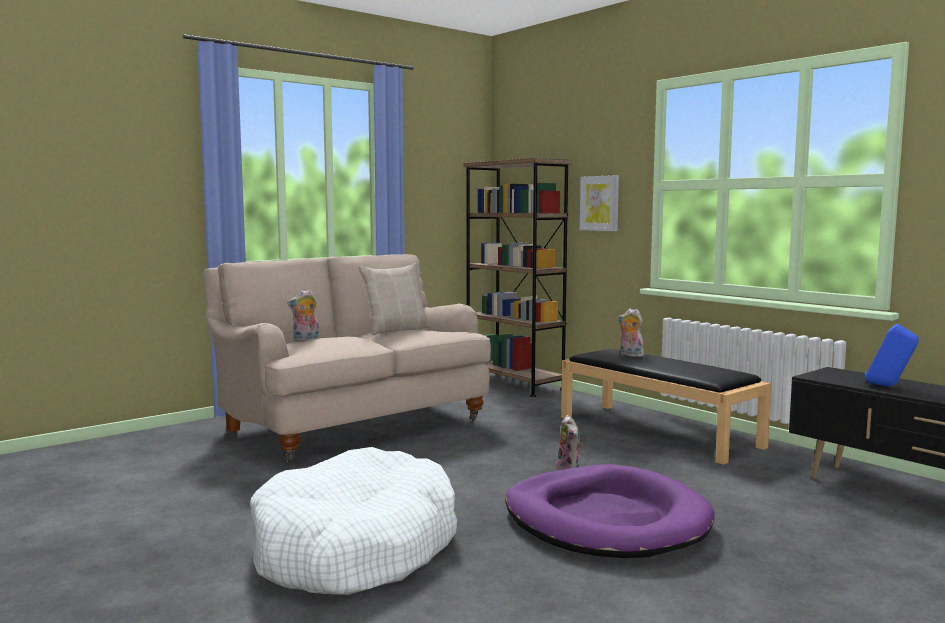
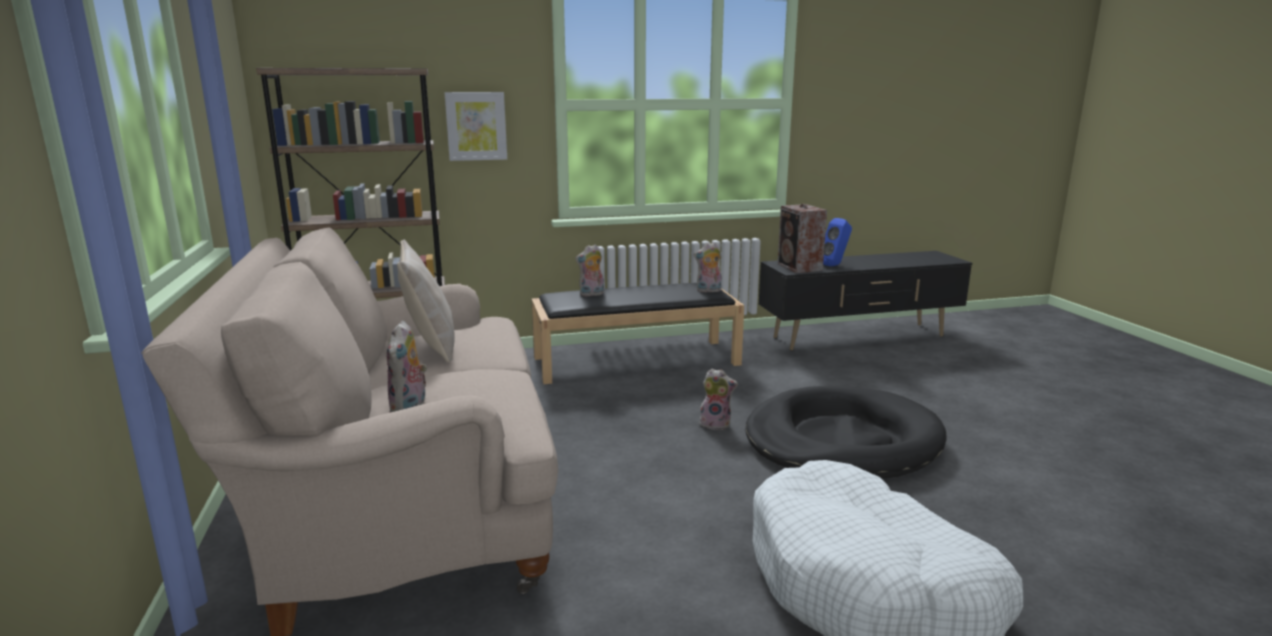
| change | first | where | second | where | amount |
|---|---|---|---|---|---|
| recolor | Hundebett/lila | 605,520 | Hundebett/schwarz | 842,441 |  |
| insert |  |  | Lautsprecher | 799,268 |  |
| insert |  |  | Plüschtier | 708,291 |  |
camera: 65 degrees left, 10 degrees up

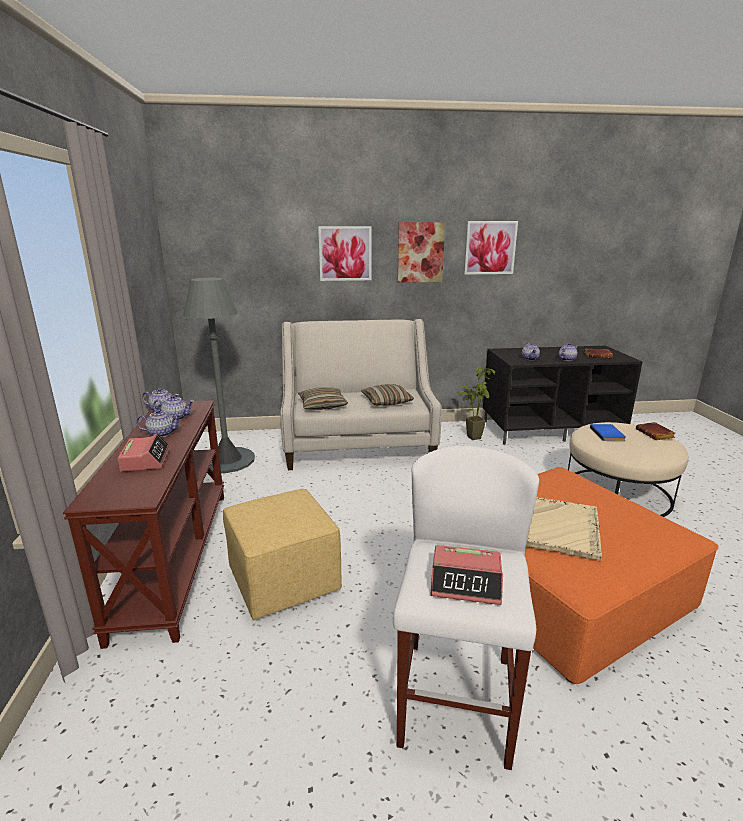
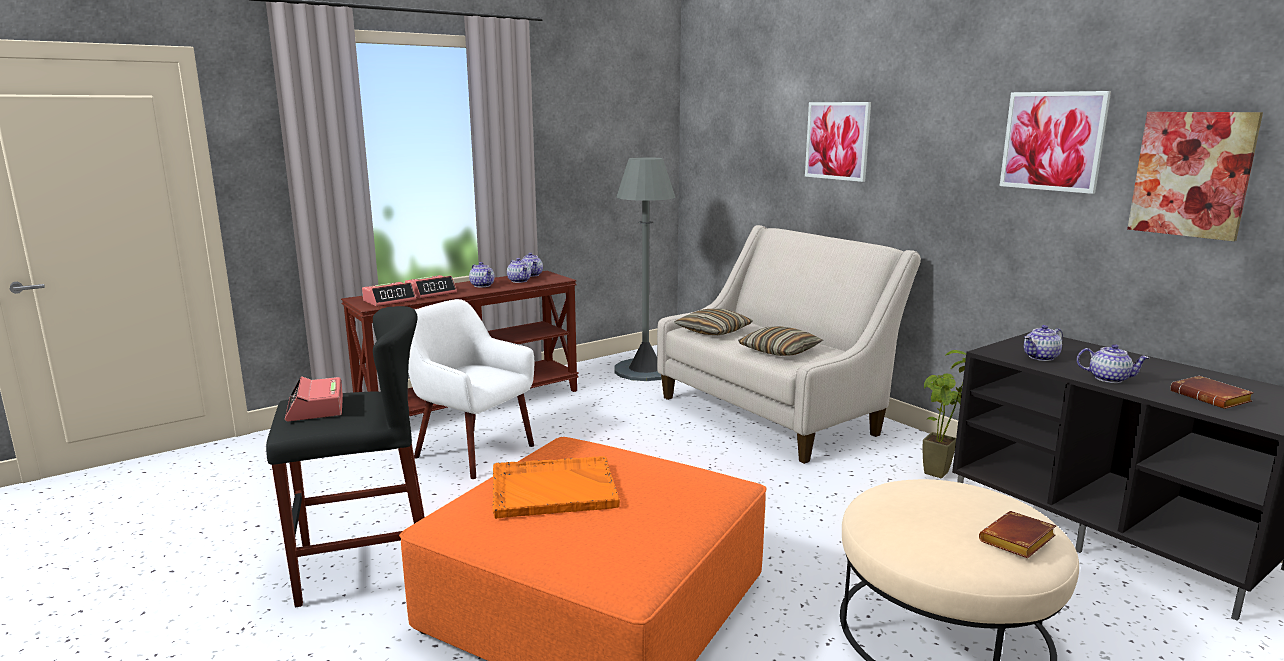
| change | first | where | second | where | amount |
|---|---|---|---|---|---|
| move | Bild | 420,252 |  | 1191,174 |  |
| delete | Buch/blau | 608,434 |  |  |  |
| recolor | Hocker/weiß | 456,700 | Hocker/schwarz | 365,565 |  |
| replace | Polsterhocker/gelb | 282,582 | Sessel/weiß | 472,451 |  |
| recolor | Tablett/beige | 558,528 | Tablett/orange | 552,489 |  |
| insert |  |  | Wecker | 389,300 |  |
camera: 60 degrees right, 5 degrees down

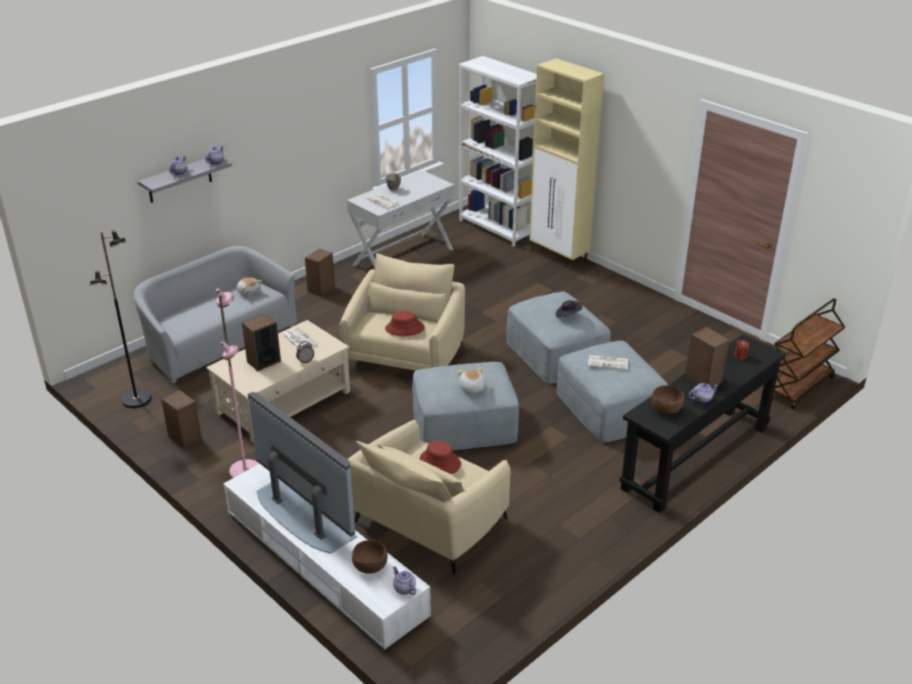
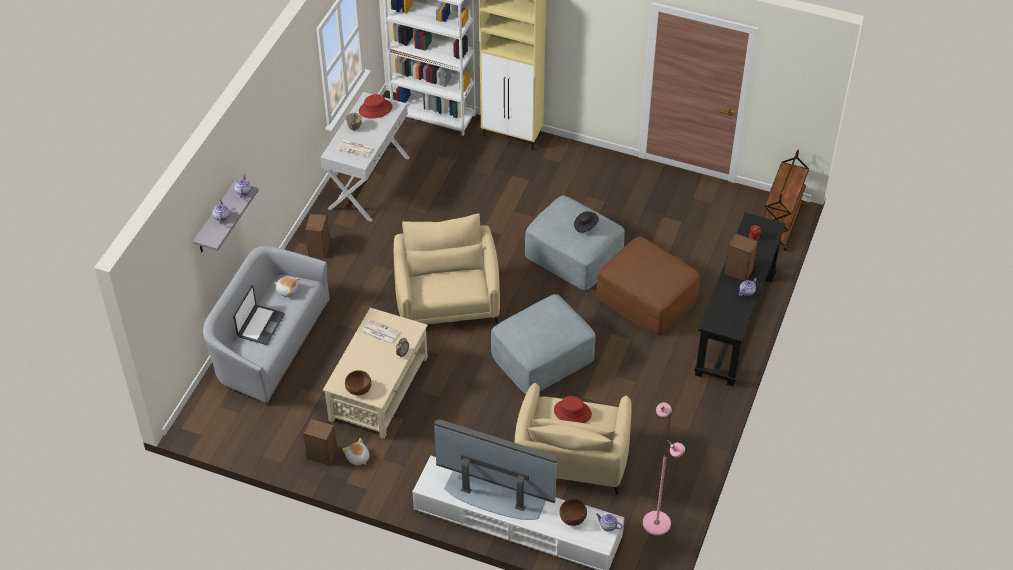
| change | first | where | second | where | amount |
|---|---|---|---|---|---|
| delete | Stehlampe/schwarz | 136,399 |  |  |  |
| move | Stehlampe/rosa | 246,471 |  | 657,523 |  |
| move | Hut/rot | 404,328 |  | 375,109 |  |
| delete | Lautsprecher | 263,361 |  |  |  |
| recolor | Polsterhocker/grau | 610,407 | Polsterhocker/braun | 647,298 |  |
| delete | Zeitung | 608,363 |  |  |  |
| move | Plüschtier | 471,388 |  | 357,458 |  |
| move | Schüssel/braun | 665,409 |  | 358,389 |  |
| insert |  |  | Laptop | 260,325 |  |
camera: 25 degrees left, 15 degrees up

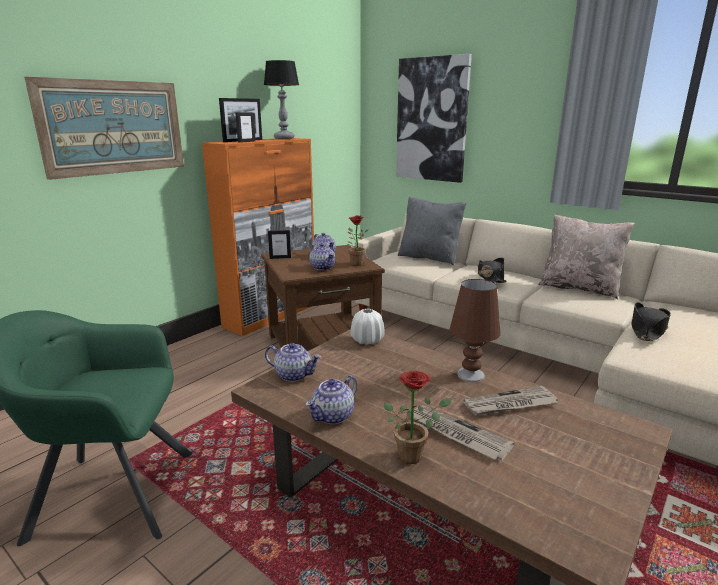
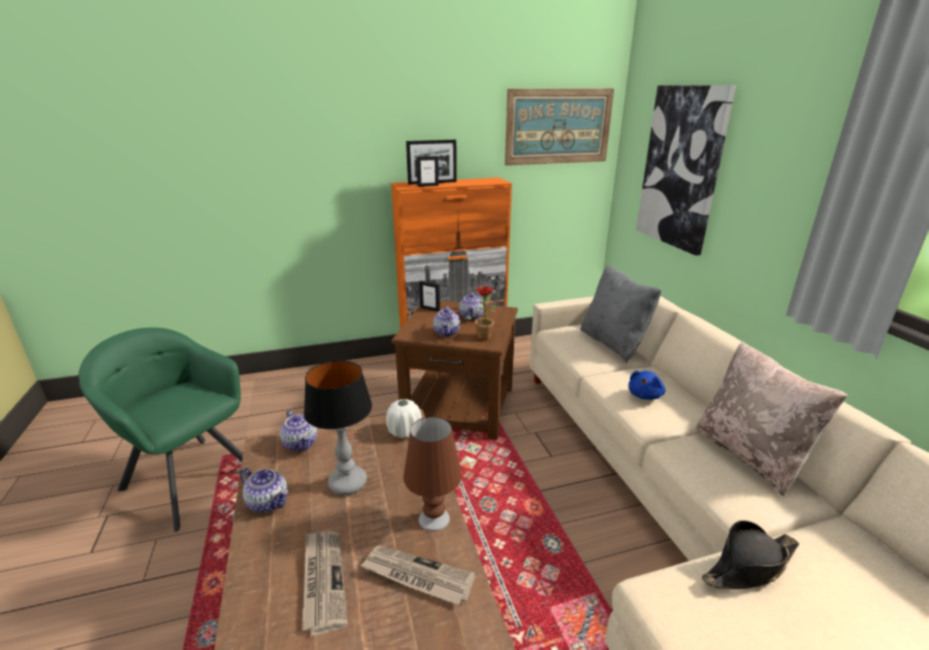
| change | first | where | second | where | amount |
|---|---|---|---|---|---|
| move | Tischlampe | 284,138 |  | 347,483 |  |
| move | Bild | 114,127 |  | 558,126 |  |
| replace | Hut/schwarz | 490,277 | Plüschtier/blau | 645,395 |  |
| delete | Topfpflanze | 414,454 |  |  |  |
| rotate | Teekanne | 333,416 |  | 268,502 | 135 degrees counterclockwise |
camera: 35 degrees right, 5 degrees up

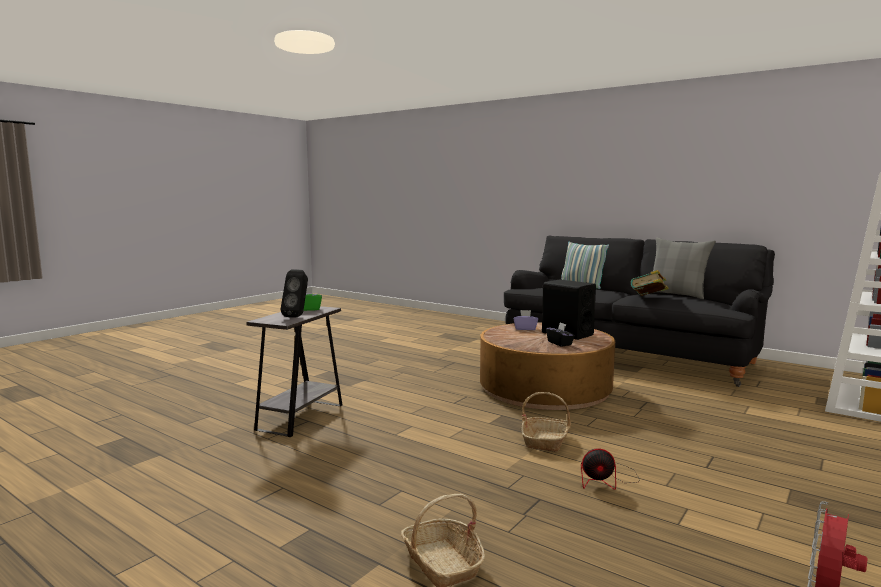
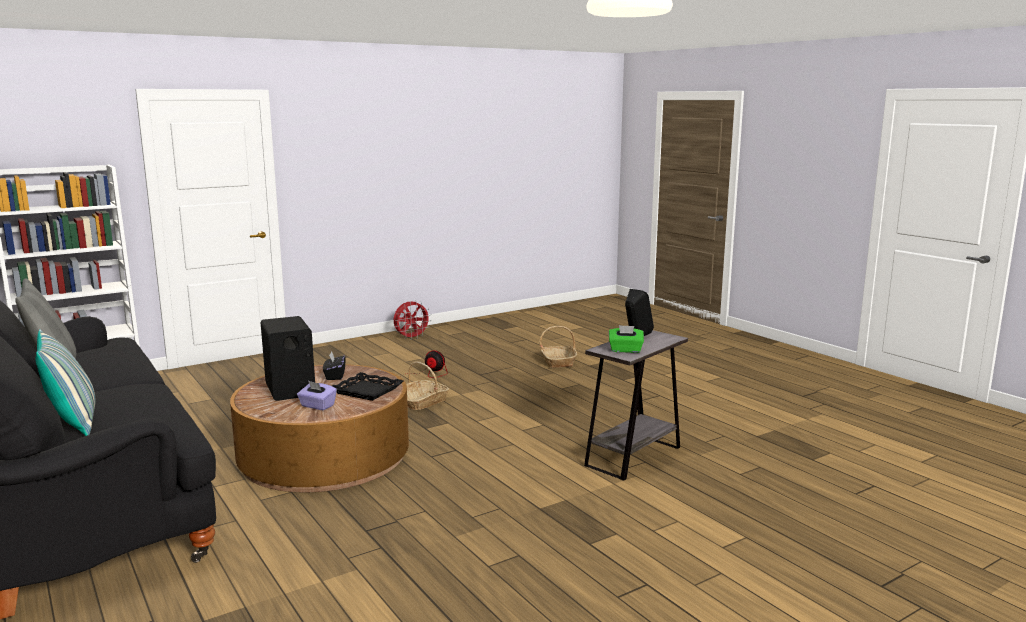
| change | first | where | second | where | amount |
|---|---|---|---|---|---|
| delete | Buch | 648,298 |  |  |  |
| insert |  |  | Tablett/schwarz | 367,391 |  |
camera: 160 degrees left, 5 degrees up

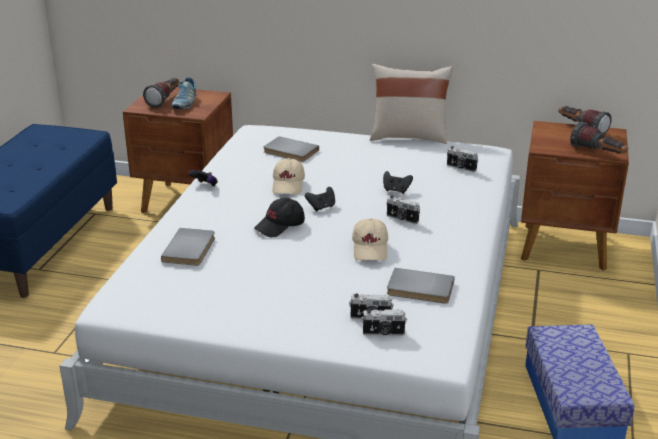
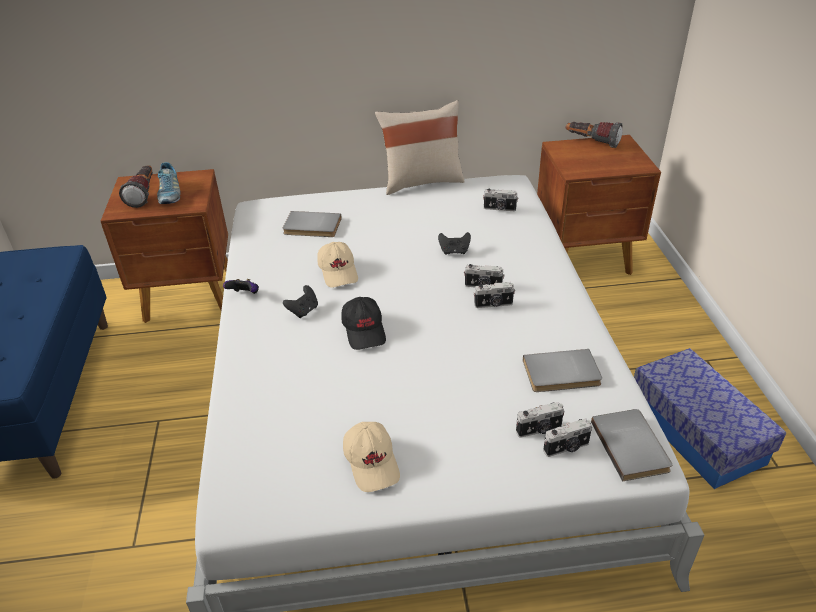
| change | first | where | second | where | amount |
|---|---|---|---|---|---|
| delete | Taschenlampe | 598,153 |  |  |  |
| move | Gamepad/schwarz | 321,207 |  | 303,311 |  |
| rotate | Kappe/schwarz | 280,226 |  | 364,330 | 45 degrees counterclockwise |
| move | Kappe/beige | 370,249 |  | 372,462 |  |
| move | Buch/grau | 191,249 |  | 632,446 |  |
| insert |  |  | Kamera | 493,305 |  |
camera: 20 degrees left, 10 degrees up

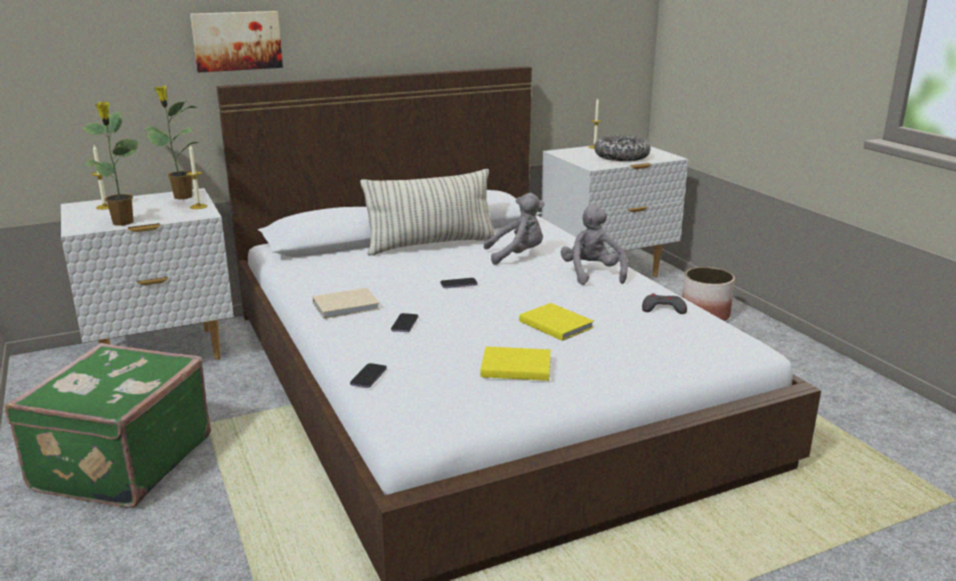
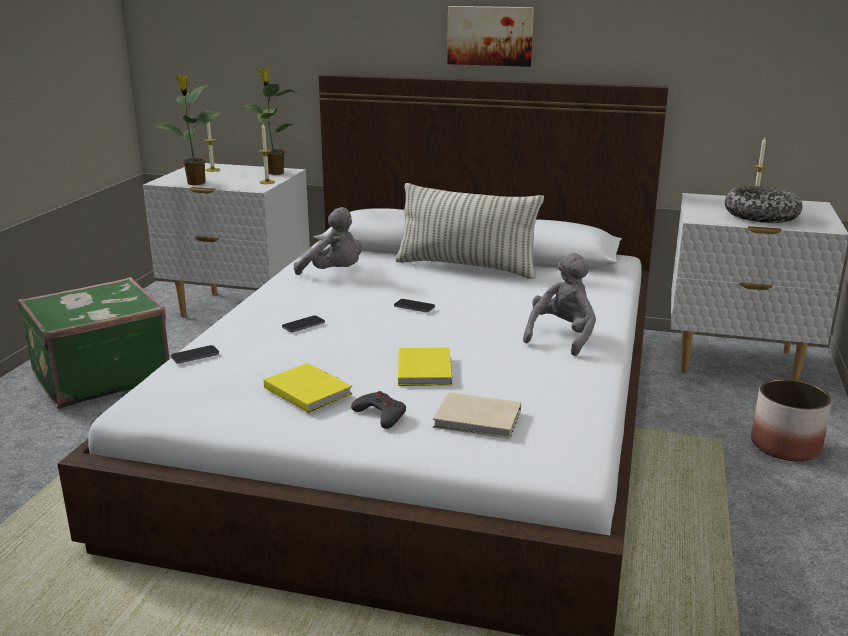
| change | first | where | second | where | amount |
|---|---|---|---|---|---|
| move | Bild | 237,41 |  | 490,35 |  |
| move | Plüschtier/grau | 517,255 |  | 334,273 |  |
| move | Buch/beige | 348,306 |  | 479,420 |  |
| move | Gamepad/grau | 663,308 |  | 381,414 |  |
camera: 40 degrees right, 0 degrees up

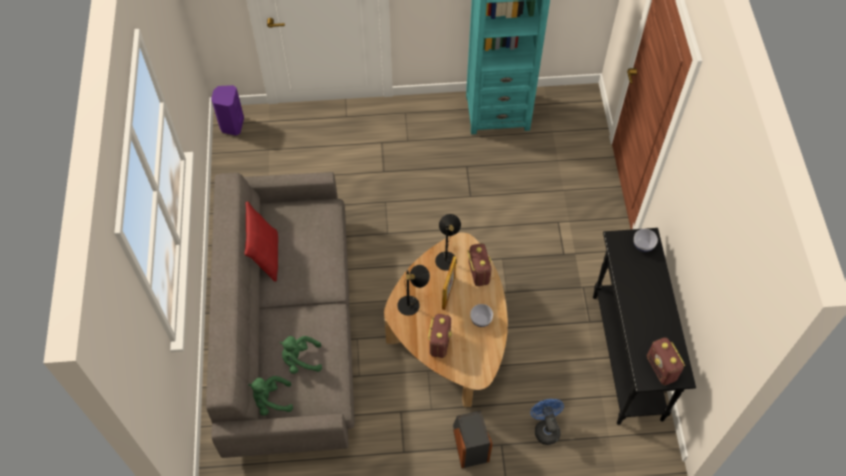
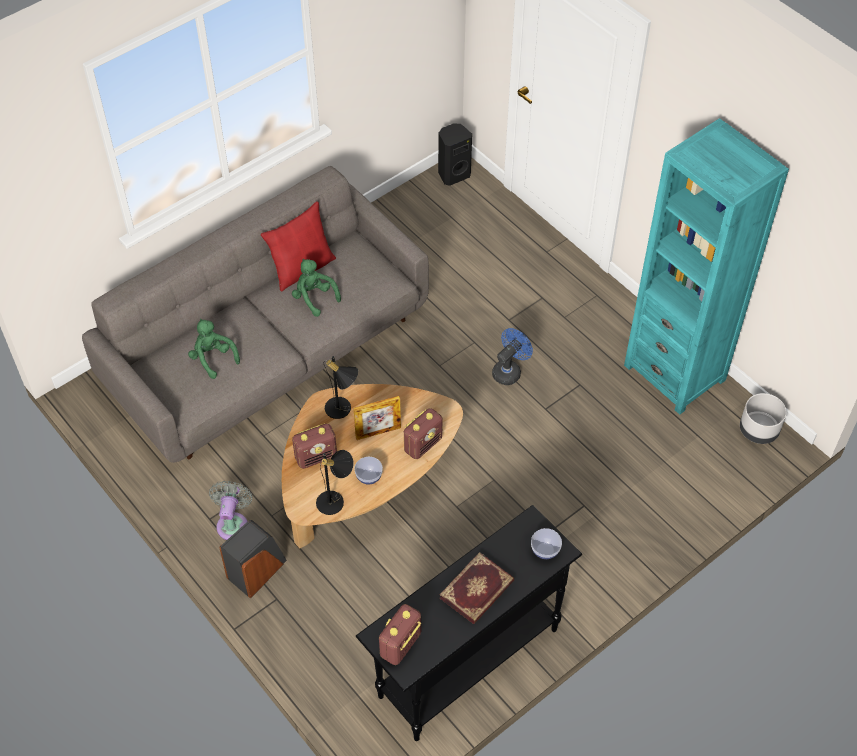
| change | first | where | second | where | amount |
|---|---|---|---|---|---|
| recolor | Lautsprecher/lila | 231,125 | Lautsprecher/schwarz | 453,174 |  |
| move | Tischlampe/schwarz | 447,257 |  | 335,501 |  |
| move | Plüschtier/grün | 271,400 |  | 314,297 |  |
| move | Ventilator/blau | 545,428 |  | 509,371 |  |
| insert |  |  | Pflanzkübel/grau | 758,431 |  |
| insert |  |  | Ventilator/grau | 233,523 |  |
| insert |  |  | Buch | 477,590 |  |
camera: 55 degrees right, 5 degrees down

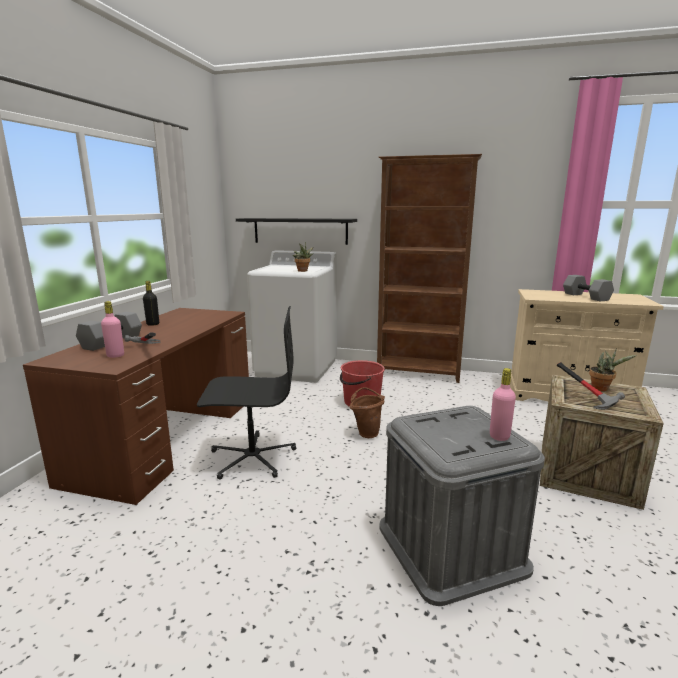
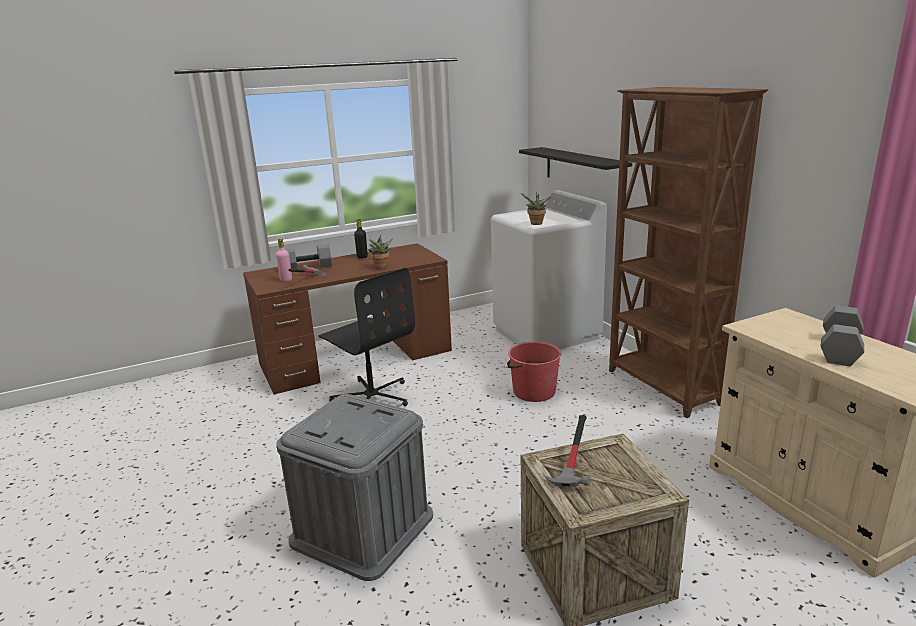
| change | first | where | second | where | amount |
|---|---|---|---|---|---|
| move | Topfpflanze | 602,389 |  | 381,267 |  |
| delete | Flasche/rosa | 499,436 |  |  |  |
| delete | Eimer/braun | 366,432 |  |  |  |
camera: 50 degrees right, 5 degrees up

